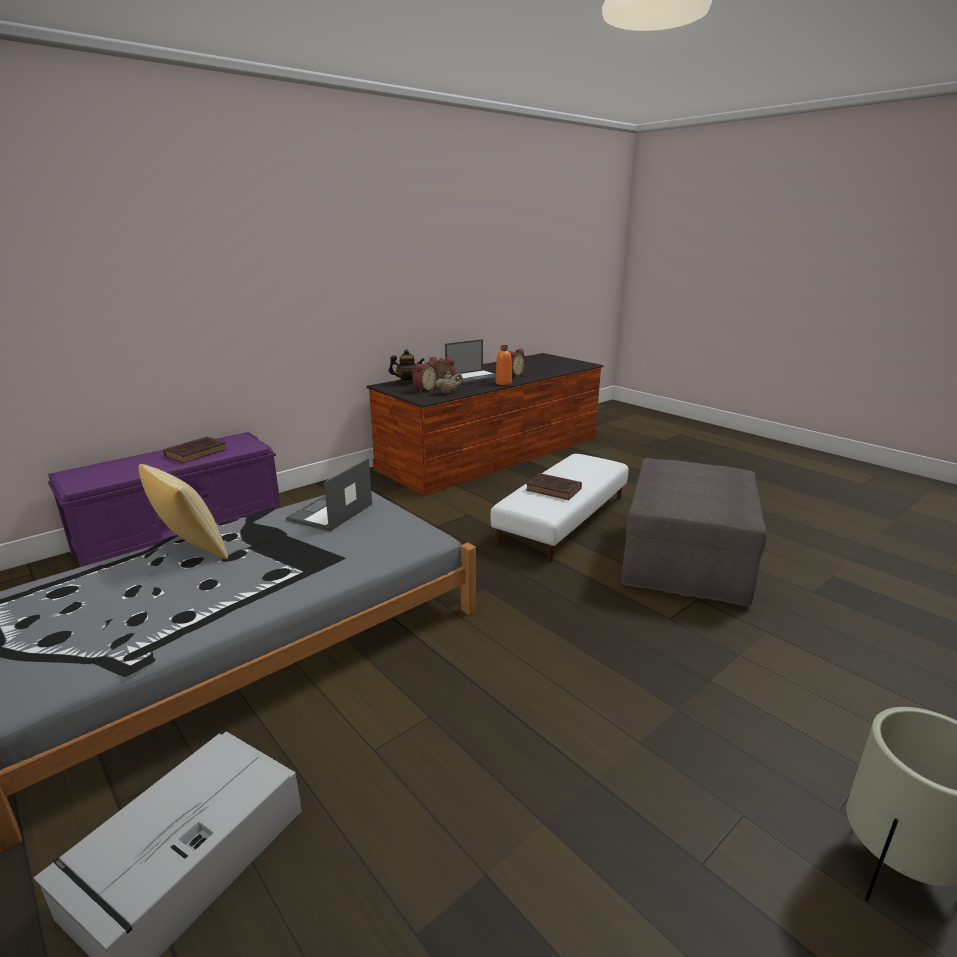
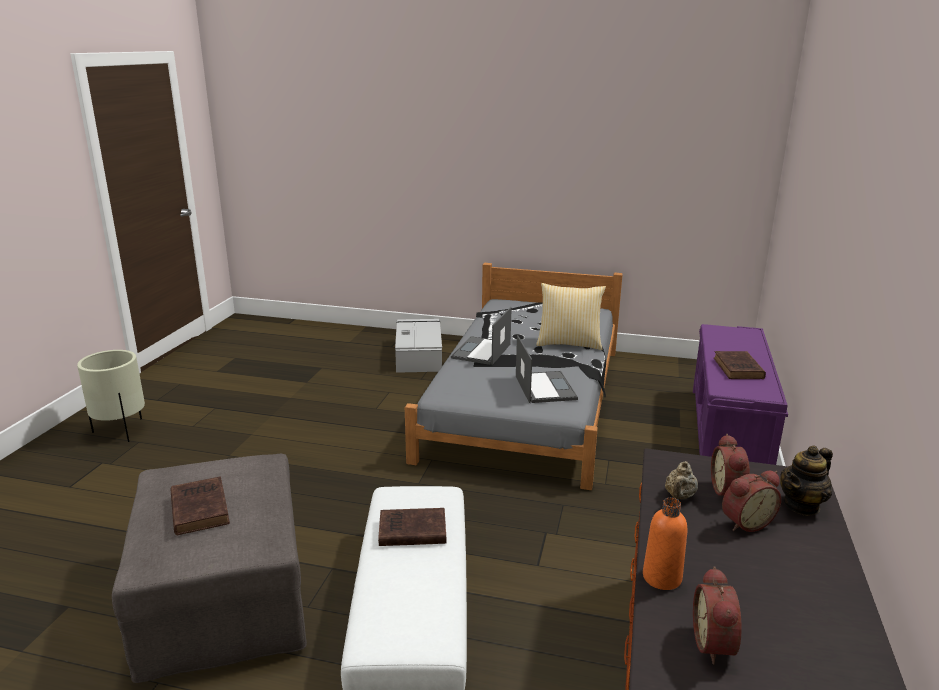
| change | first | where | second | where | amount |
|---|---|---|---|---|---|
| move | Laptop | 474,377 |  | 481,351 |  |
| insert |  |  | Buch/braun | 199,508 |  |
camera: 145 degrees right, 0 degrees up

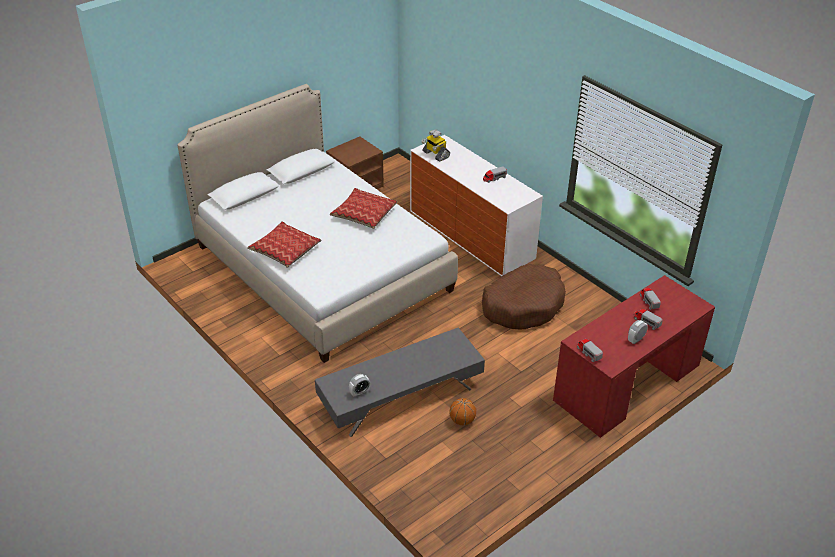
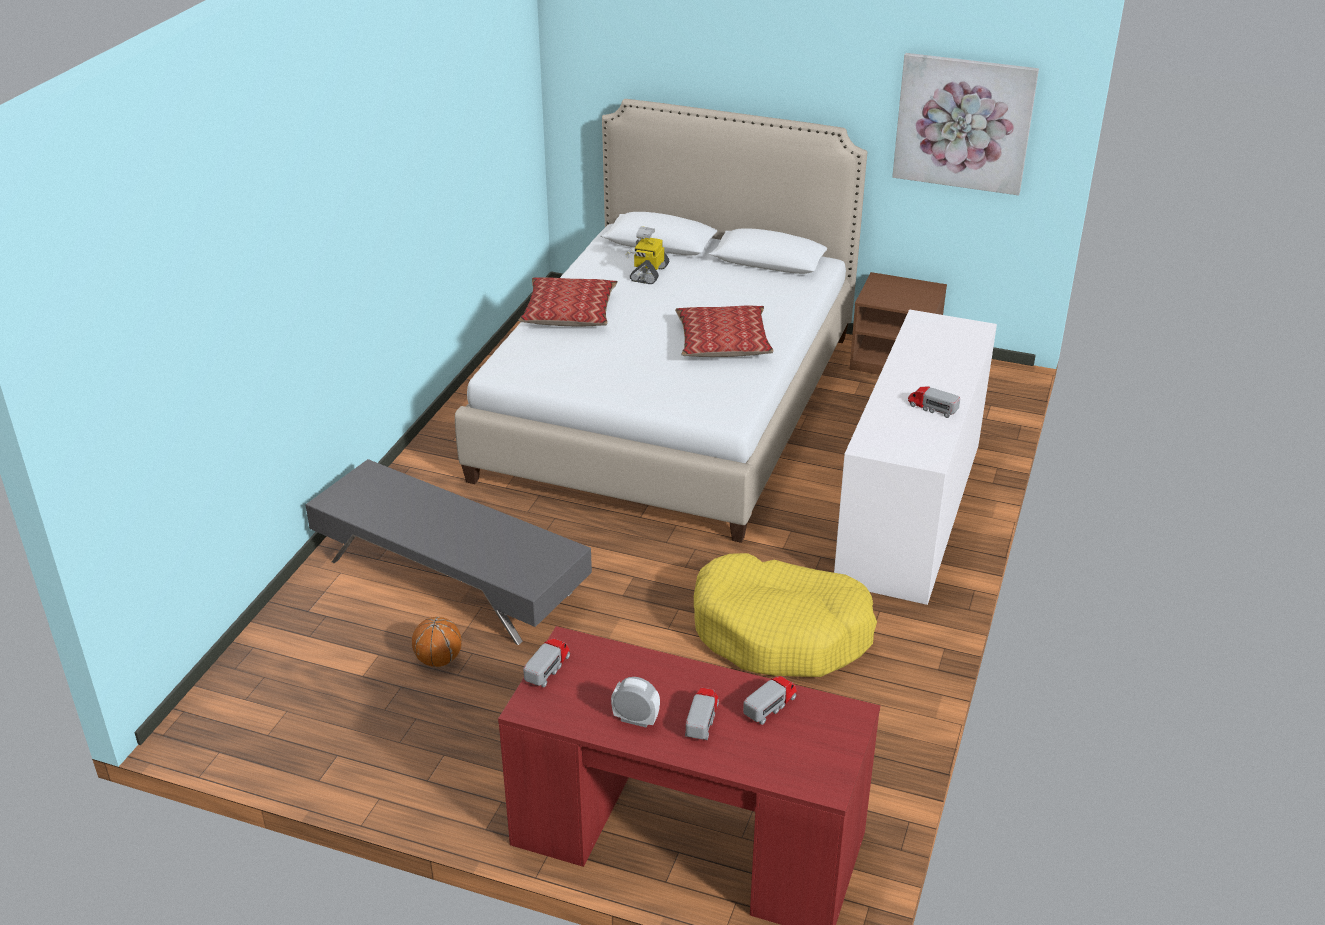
| change | first | where | second | where | amount |
|---|---|---|---|---|---|
| move | Spielzeugroboter | 435,154 |  | 648,273 |  |
| recolor | Hundebett/braun | 523,305 | Hundebett/gelb | 781,632 |  |
| delete | Wecker | 360,392 |  |  |  |
| insert |  |  | Bild | 963,123 |  |
camera: 60 degrees right, 5 degrees down

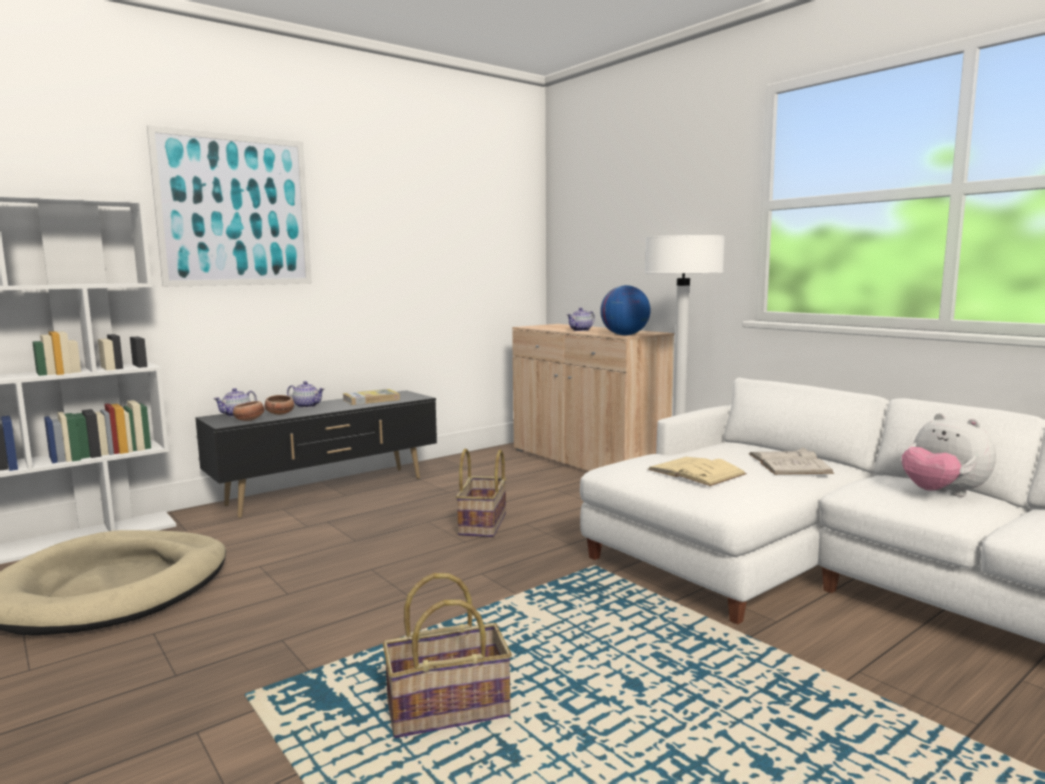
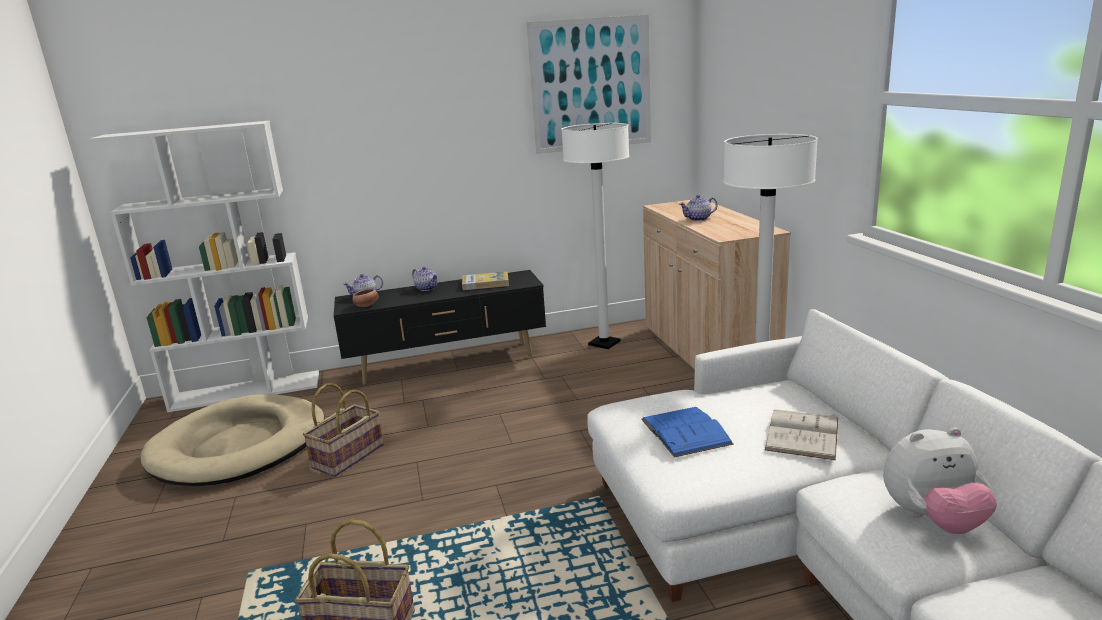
| change | first | where | second | where | amount |
|---|---|---|---|---|---|
| move | Bild | 235,211 |  | 591,85 |  |
| delete | Globus | 624,335 |  |  |  |
| delete | Schüssel | 280,414 |  |  |  |
| rotate | Plüschtier | 942,494 |  | 932,520 | 90 degrees counterclockwise |
| move | Korb | 483,524 |  | 348,457 |  |
| recolor | Buch/beige | 696,472 | Buch/blau | 685,431 |  |
| insert |  |  | Stehlampe/weiß | 604,343 |  |
camera: 25 degrees right, 10 degrees up

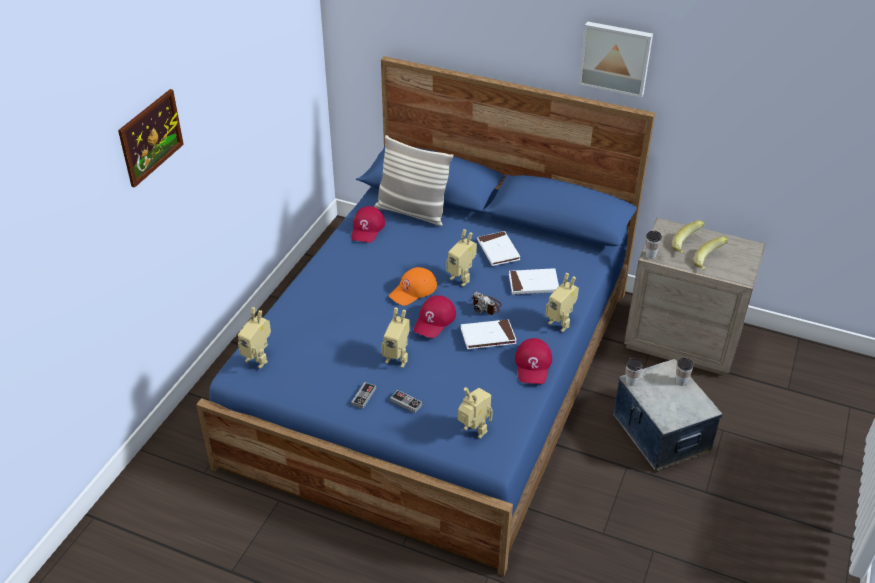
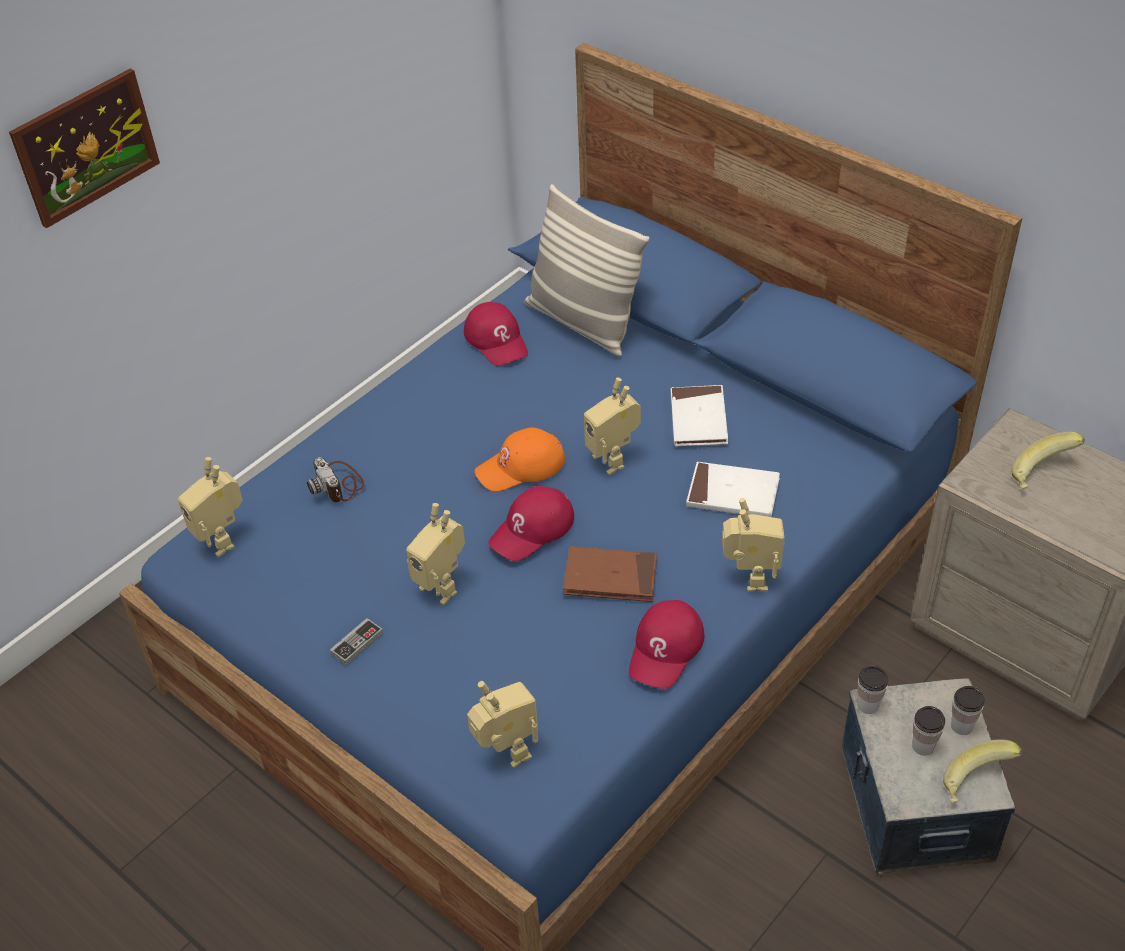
| change | first | where | second | where | amount |
|---|---|---|---|---|---|
| delete | Bild | 615,58 |  |  |  |
| rotate | Kappe/rot | 367,229 |  | 497,340 | 60 degrees counterclockwise |
| move | Tasse | 650,255 |  | 923,746 |  |
| move | Banane | 709,262 |  | 977,784 |  |
| rotate | Spielzeugroboter | 560,323 |  | 749,578 | 150 degrees counterclockwise |
| move | Kamera | 486,306 |  | 338,484 |  |
| recolor | Buch/weiß | 488,336 | Buch/braun | 610,577 |  |
| delete | Gamepad | 406,402 |  |  |  |
camera: 20 degrees right, 5 degrees up

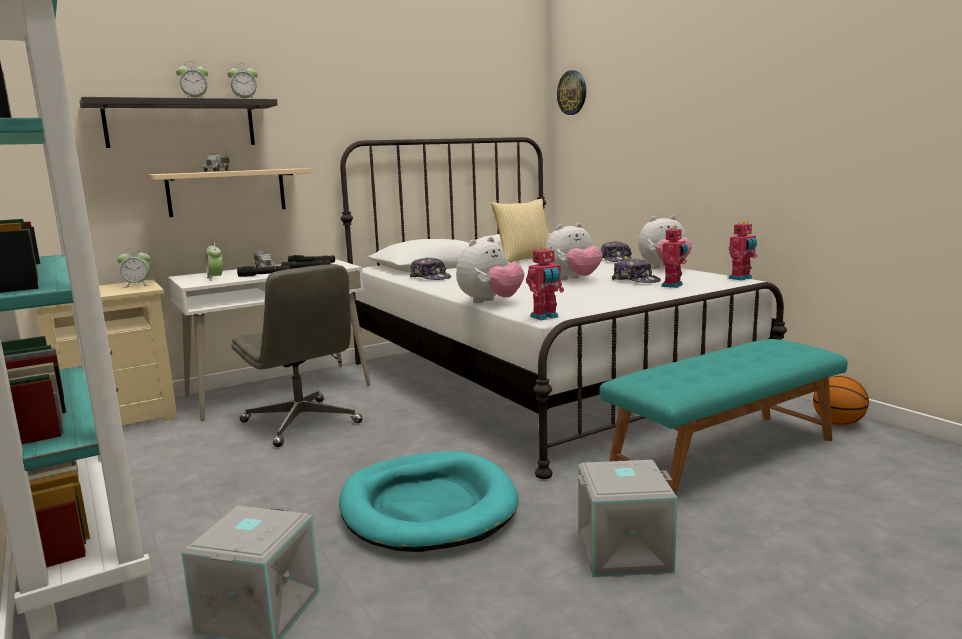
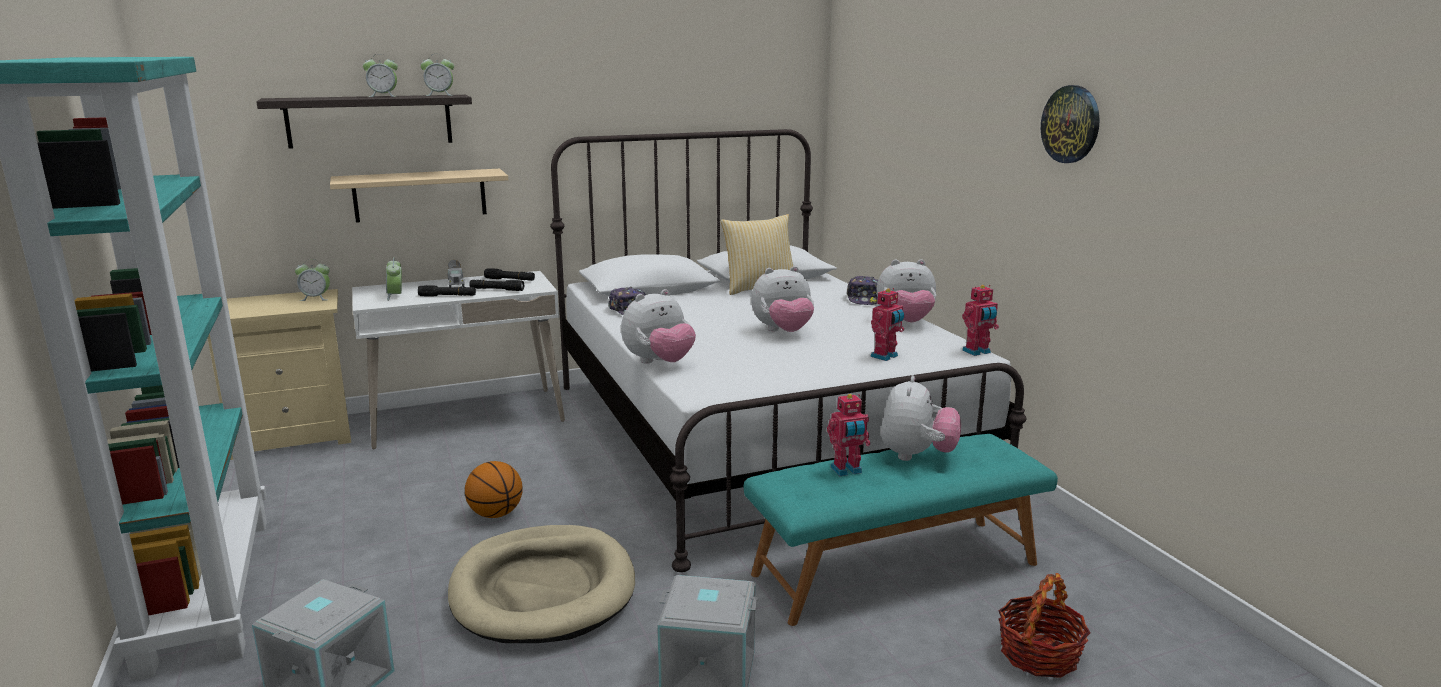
| change | first | where | second | where | amount |
|---|---|---|---|---|---|
| move | Wanduhr | 572,92 |  | 1071,124 |  |
| delete | Spielzeuglaster | 218,171 |  |  |  |
| move | Spielzeugroboter | 545,317 |  | 847,471 |  |
| delete | Kappe | 636,280 |  |  |  |
| delete | Bürostuhl/grau | 302,423 |  |  |  |
| move | Basketball | 838,423 |  | 496,514 |  |
| recolor | Hundebett/türkis | 428,507 | Hundebett/beige | 543,590 |  |
| insert |  |  | Plüschtier | 917,456 |  |
| insert |  |  | Korb | 1039,655 |  |
camera: 10 degrees right, 5 degrees up

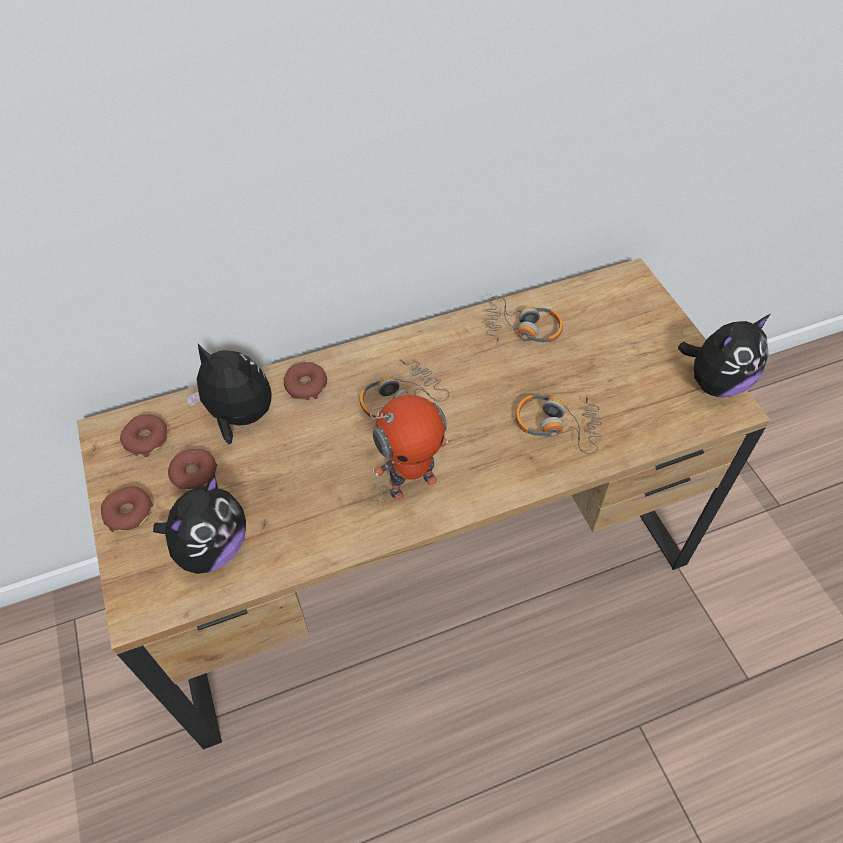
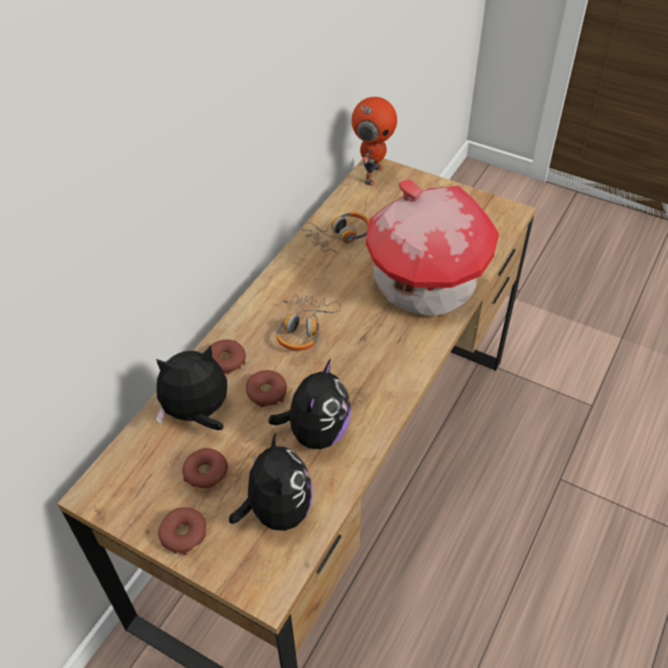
| change | first | where | second | where | amount |
|---|---|---|---|---|---|
| move | Plüschtier | 715,382 |  | 316,432 |  |
| move | Spielzeugroboter | 412,483 |  | 372,174 |  |
| replace | Kopfhörer | 557,426 | Spielzeughaus | 423,283 |  |
| move | Donut | 147,439 |  | 266,392 |  |
camera: 40 degrees left, 5 degrees down

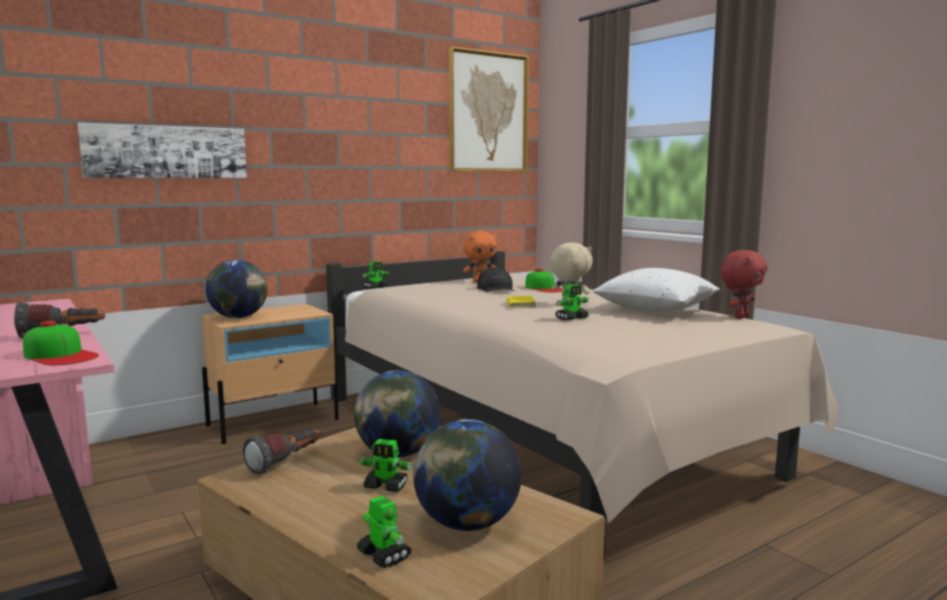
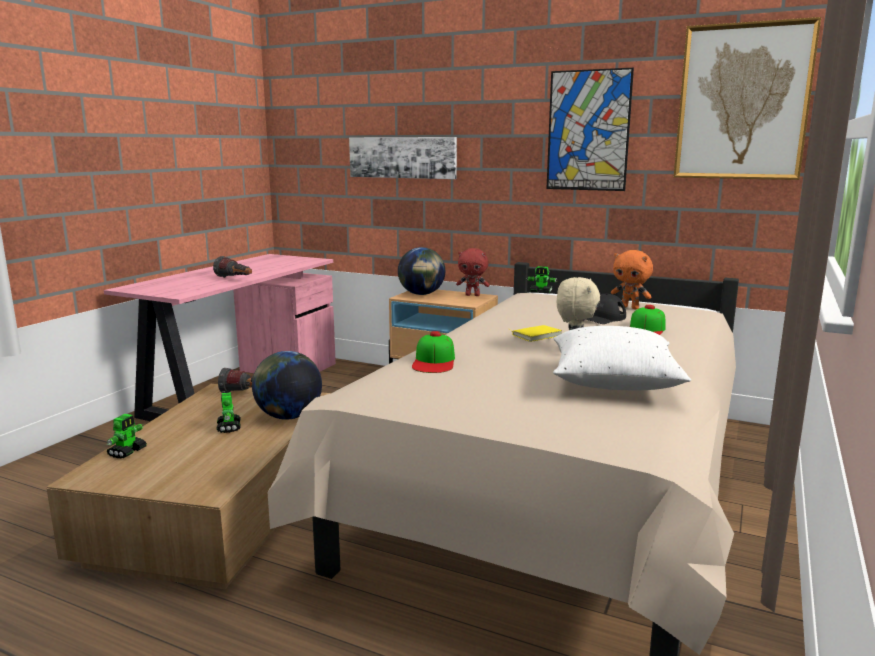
| change | first | where | second | where | amount |
|---|---|---|---|---|---|
| move | Plüschtier/rot | 740,317 |  | 472,295 |  |
| delete | Spielzeugroboter | 572,318 |  |  |  |
| move | Kappe | 60,355 |  | 434,361 |  |
| delete | Globus | 466,524 |  |  |  |
| insert |  |  | Bild | 588,131 |  |
camera: 60 degrees right, 5 degrees up

